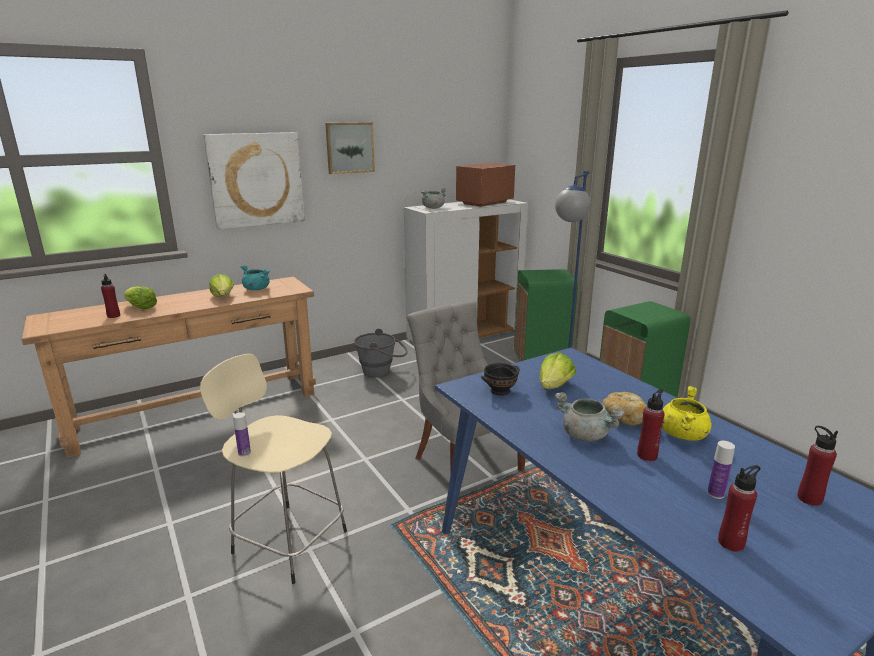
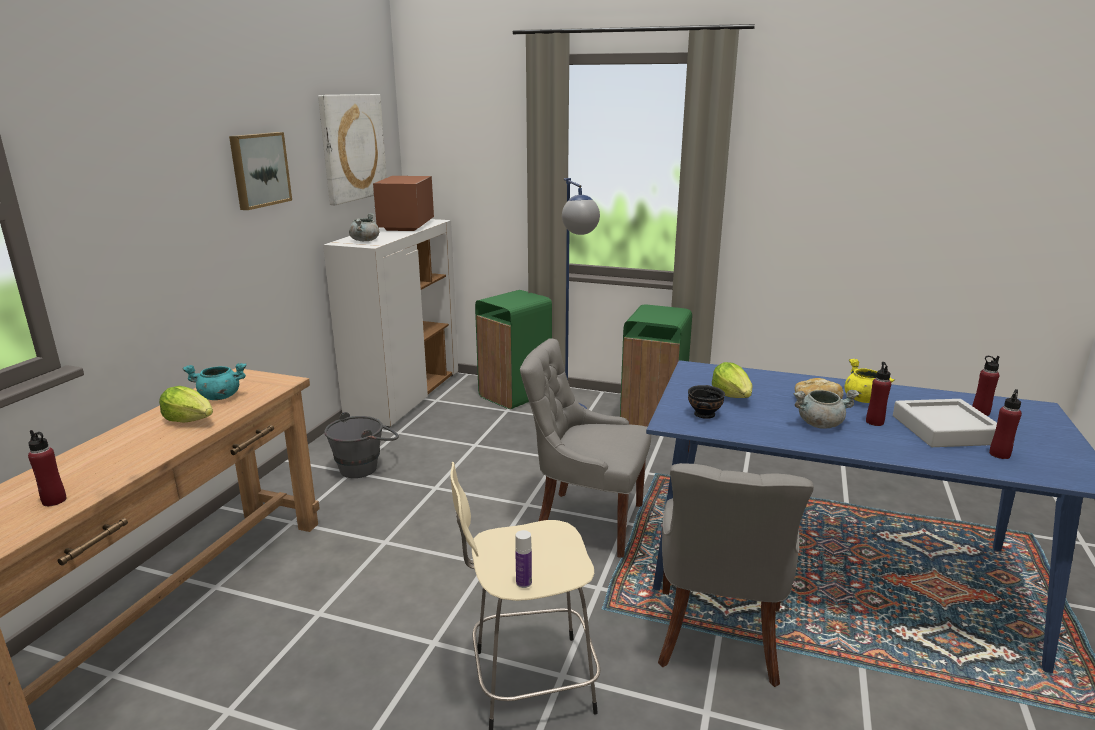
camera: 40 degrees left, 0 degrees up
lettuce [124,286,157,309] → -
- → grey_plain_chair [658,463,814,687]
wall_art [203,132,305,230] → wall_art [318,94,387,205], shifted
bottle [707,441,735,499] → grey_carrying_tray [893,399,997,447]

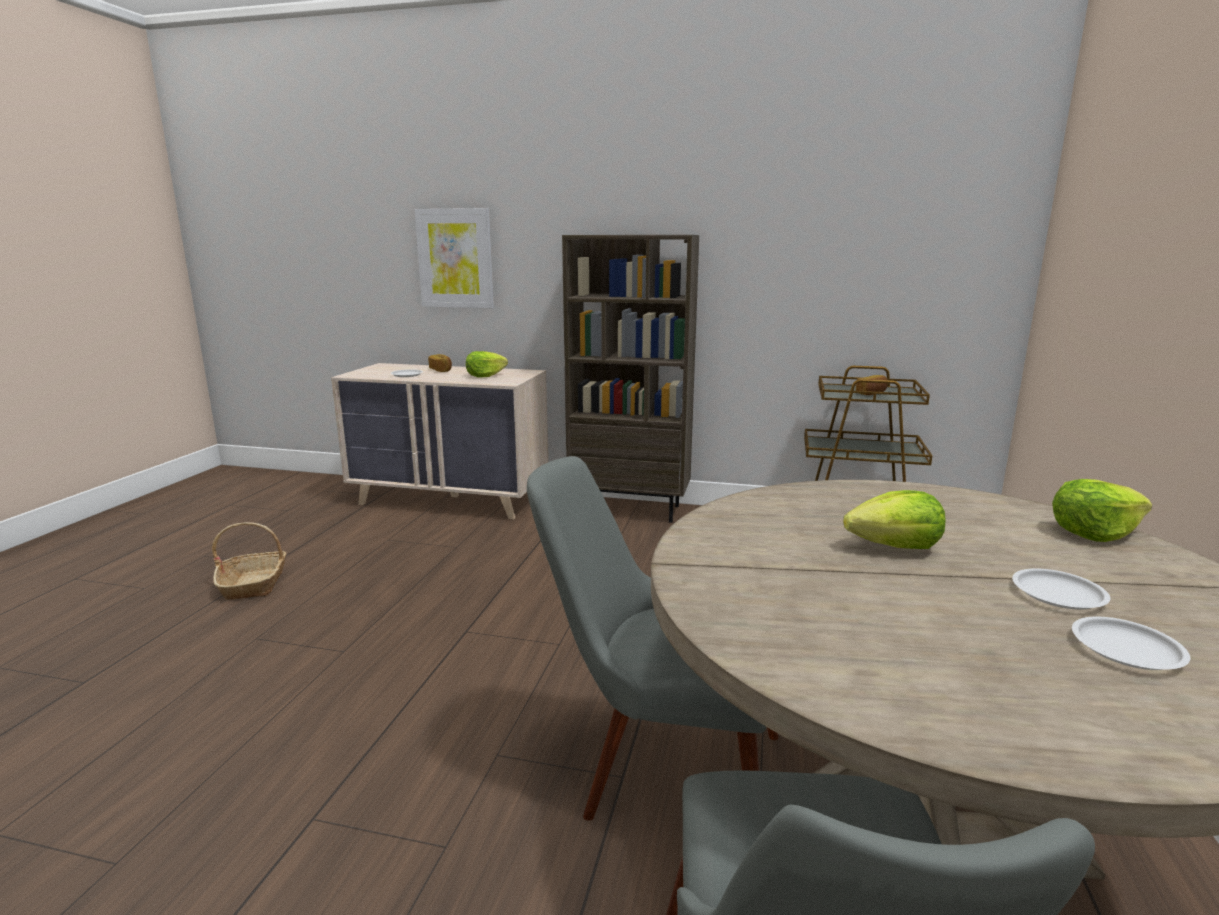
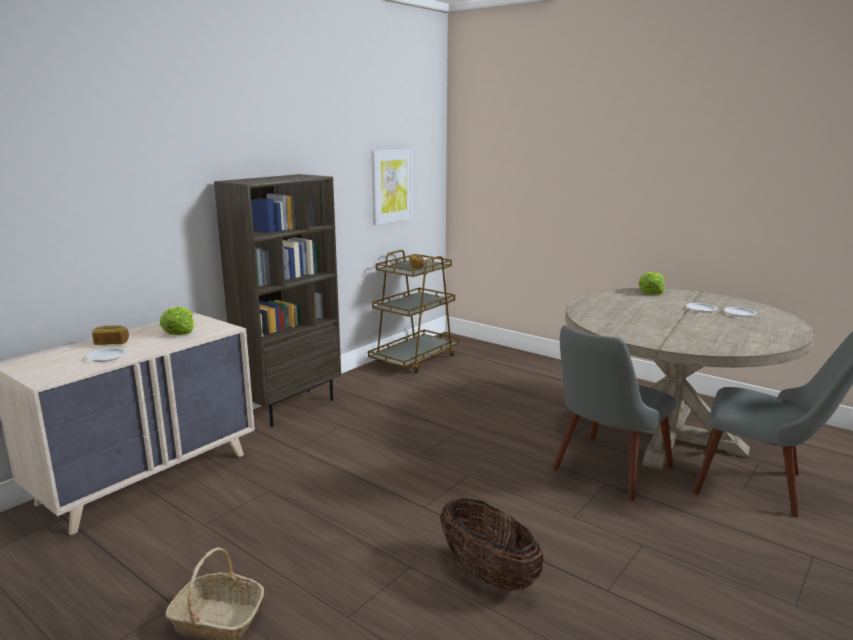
camera: 65 degrees left, 0 degrees up
lettuce [843,490,945,549] → -
- → household_basket [440,498,544,591]
wall_art [414,208,494,308] → wall_art [371,149,413,225], shifted

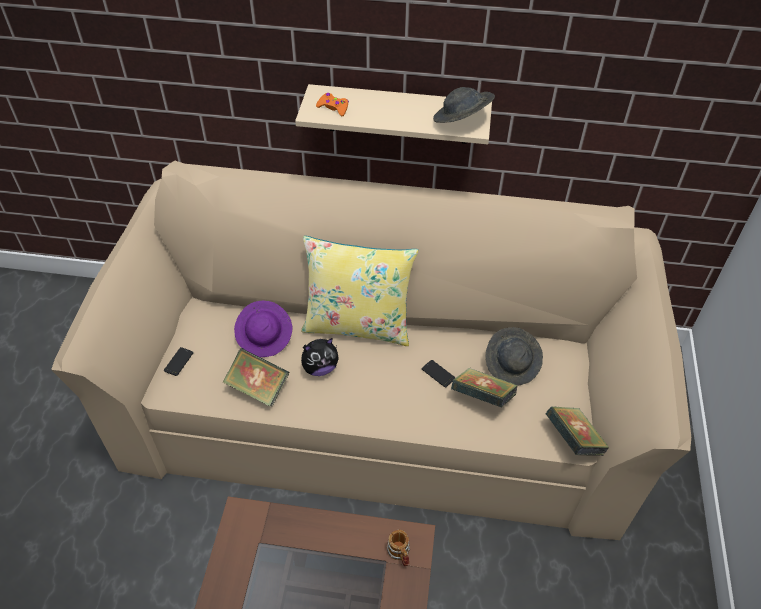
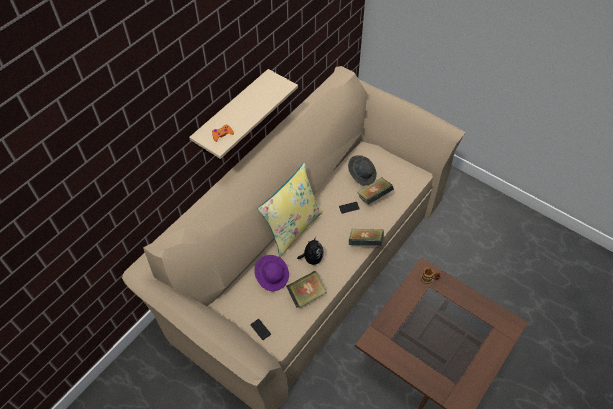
camera: 60 degrees left, 5 degrees up
grey_hat [433,87,495,123] → -
bound_book [546,406,609,456] → bound_book [349,229,384,246], shifted

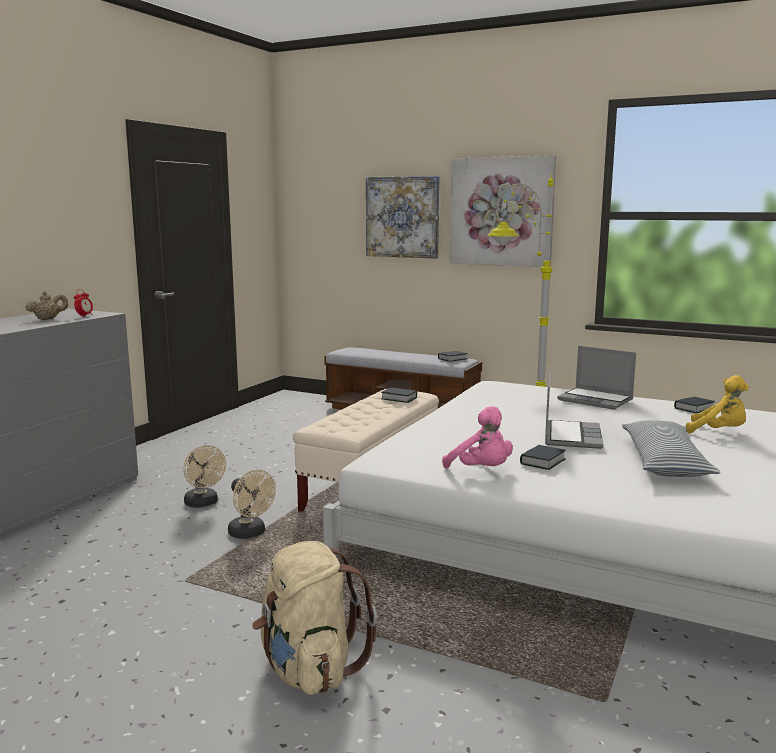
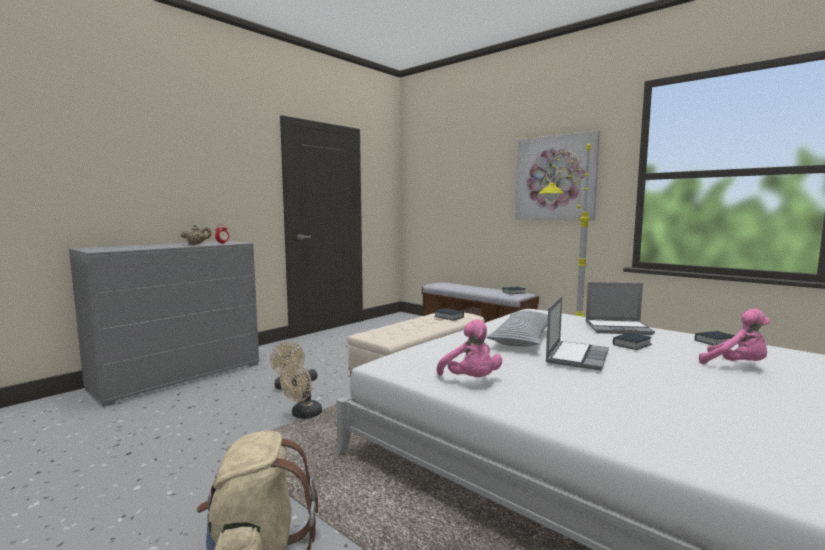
camera: 15 degrees right, 5 degrees down
wall_art [366,176,440,259] → -
bound_book [520,445,566,470] → bound_book [613,333,652,350], shifted
cushion [622,420,721,477] → cushion [486,311,548,347], shifted
yellow_cuddly_toy [686,375,749,433] → pinkish_cuddly_toy [699,308,770,364]
beige_electric_fan [228,470,276,539] → beige_electric_fan [280,363,322,419], 60 degrees clockwise
laptop [557,346,636,410] → laptop [586,282,655,335], 45 degrees counterclockwise

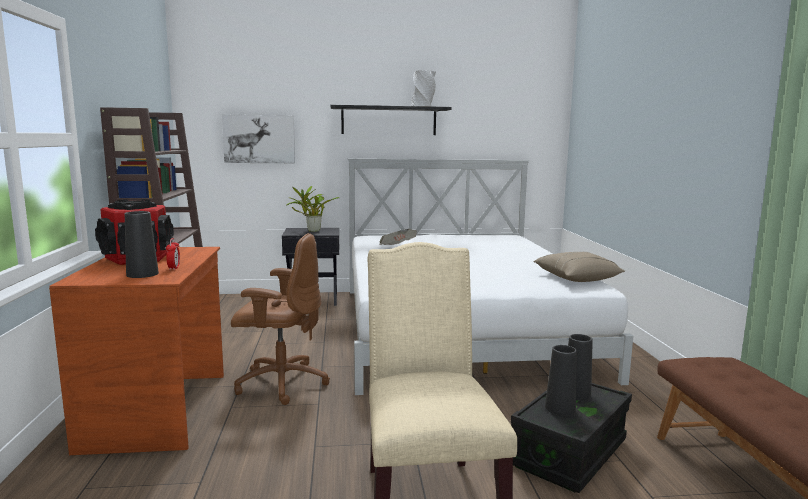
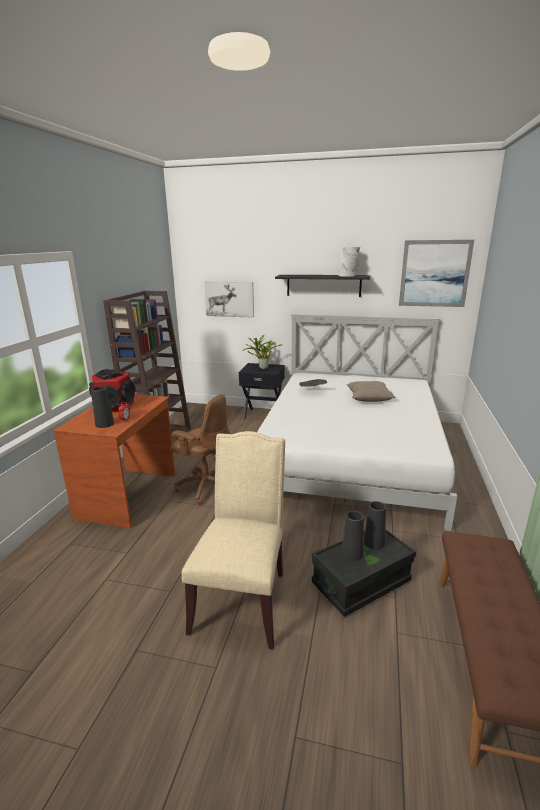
camera: 20 degrees right, 10 degrees up
- → wall_art [399,240,474,307]
beige_cushion [533,252,625,282] → beige_cushion [347,381,396,402], shifted

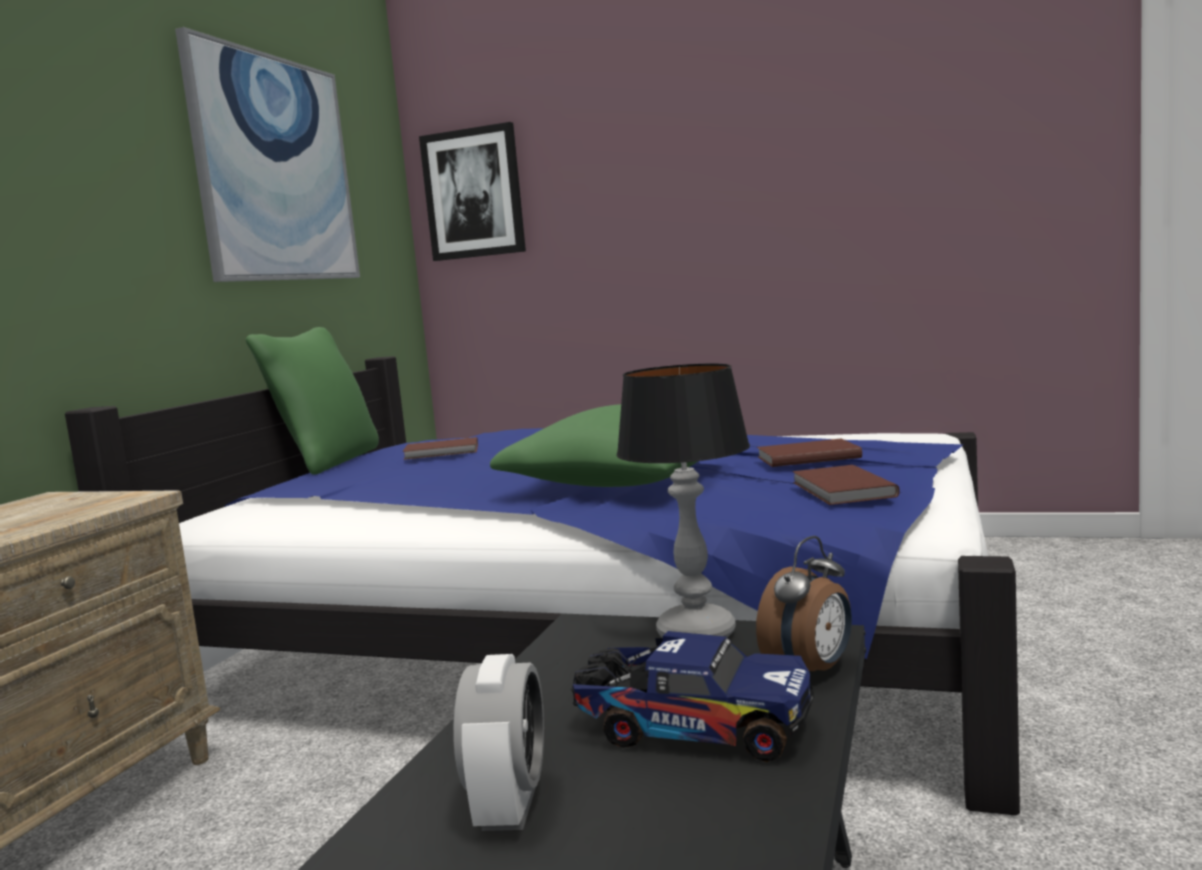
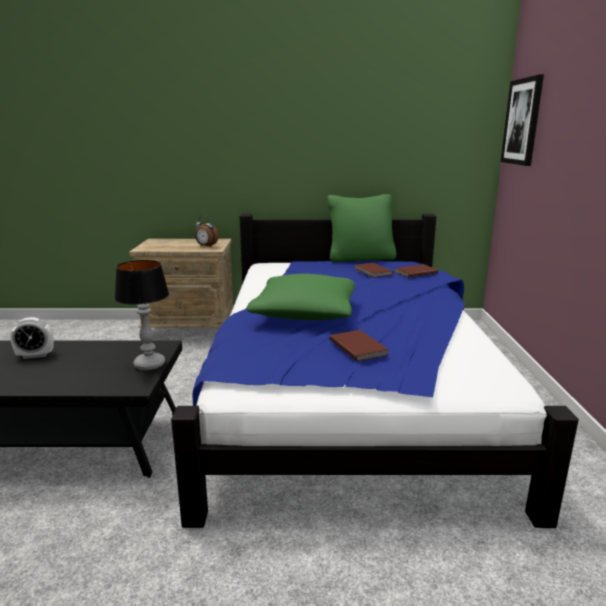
camera: 70 degrees right, 10 degrees up
wall_art [175,27,360,282] → -
model_truck [570,631,814,762] → -
bedside_clock [756,536,852,671] → bedside_clock [195,216,219,247], shifted
brown-coloured_bound_book [792,465,900,505] → brown-coloured_bound_book [395,264,438,278], shifted

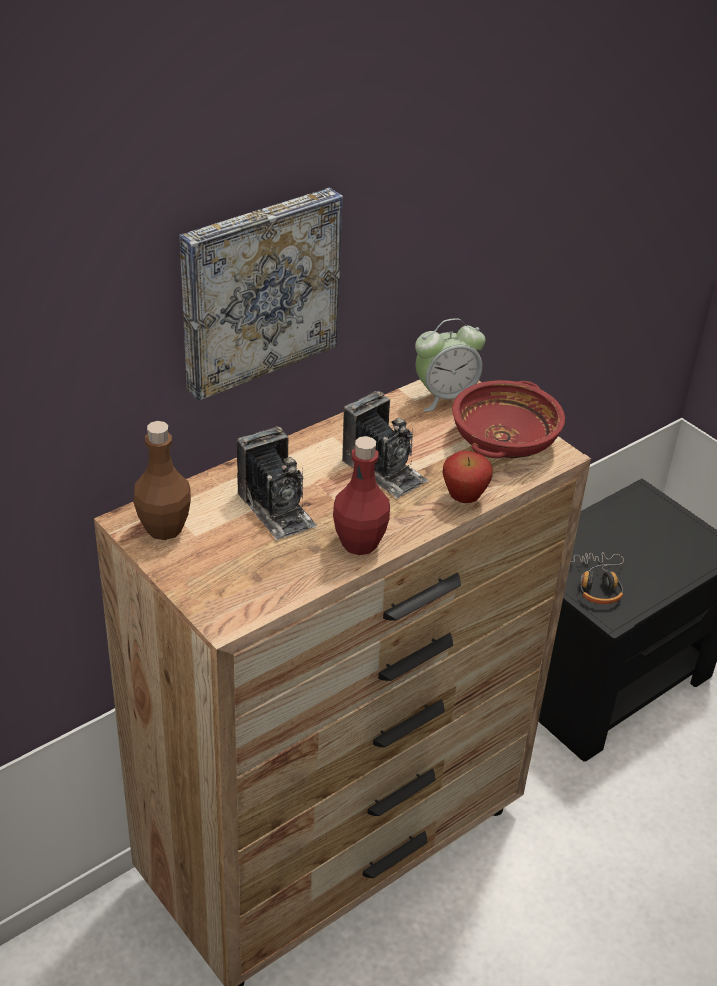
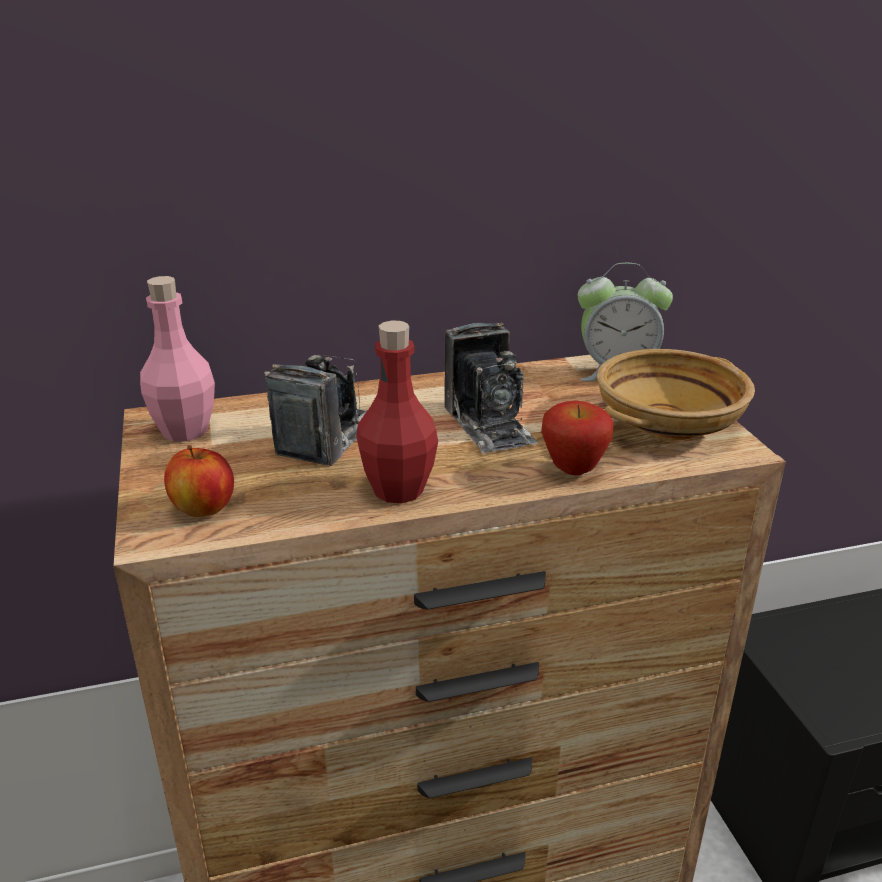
camera: 25 degrees right, 10 degrees down
wall_art [179,187,343,401] → -
headset [570,552,624,604] → -
- → apple [164,445,234,517]
brown-coloured_bottle [134,421,191,540] → pinkish_bottle [140,276,215,441]
red_deep_dish [452,380,565,458] → beige_deep_dish [597,349,755,440]
photo_camera [237,426,317,541] → photo_camera [264,354,368,466], 150 degrees counterclockwise

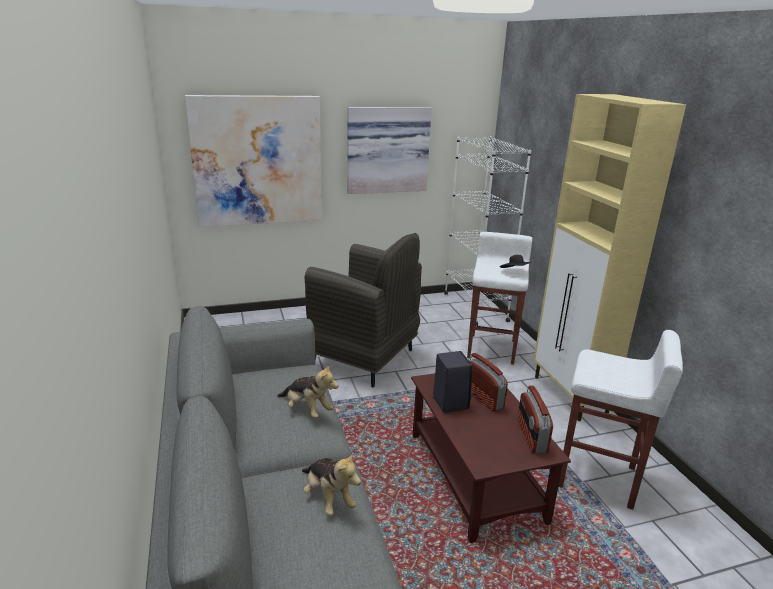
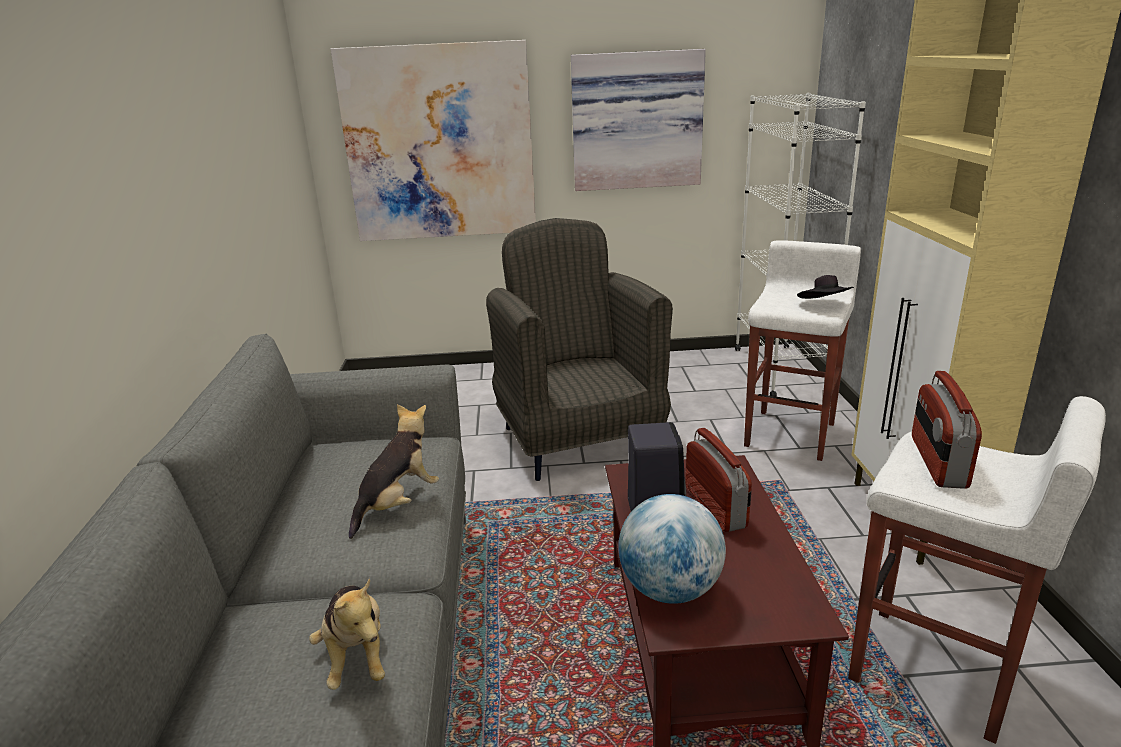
camera: 15 degrees right, 0 degrees up
- → globe [618,494,726,604]
radio_receiver [517,386,553,454] → radio_receiver [912,371,982,489], shifted
cuddly_toy [277,364,339,418] → cuddly_toy [349,404,439,539], 105 degrees counterclockwise
grey_easy_chair [305,233,422,387] → grey_easy_chair [486,218,673,481], 150 degrees counterclockwise

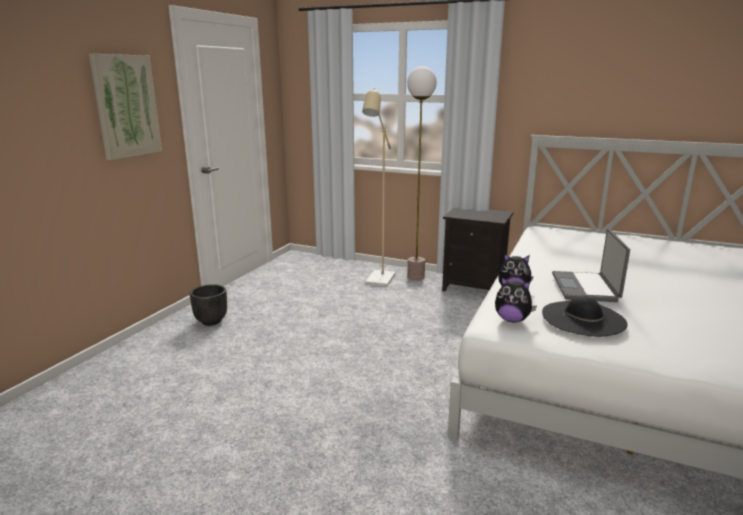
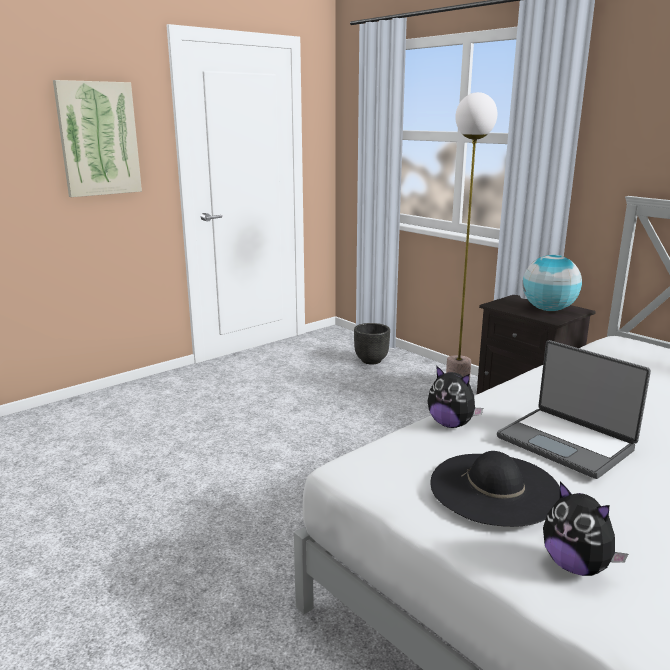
camera: 25 degrees right, 0 degrees up
beige_floor_lamp [362,88,395,287] → -
- → globe [523,255,582,311]
blackish_plant_pot [190,284,227,326] → blackish_plant_pot [354,323,390,364], shifted
cuddly_toy [495,277,537,323] → cuddly_toy [543,481,628,576], shifted
laptop [552,229,630,302] → laptop [497,340,651,479], 75 degrees counterclockwise

